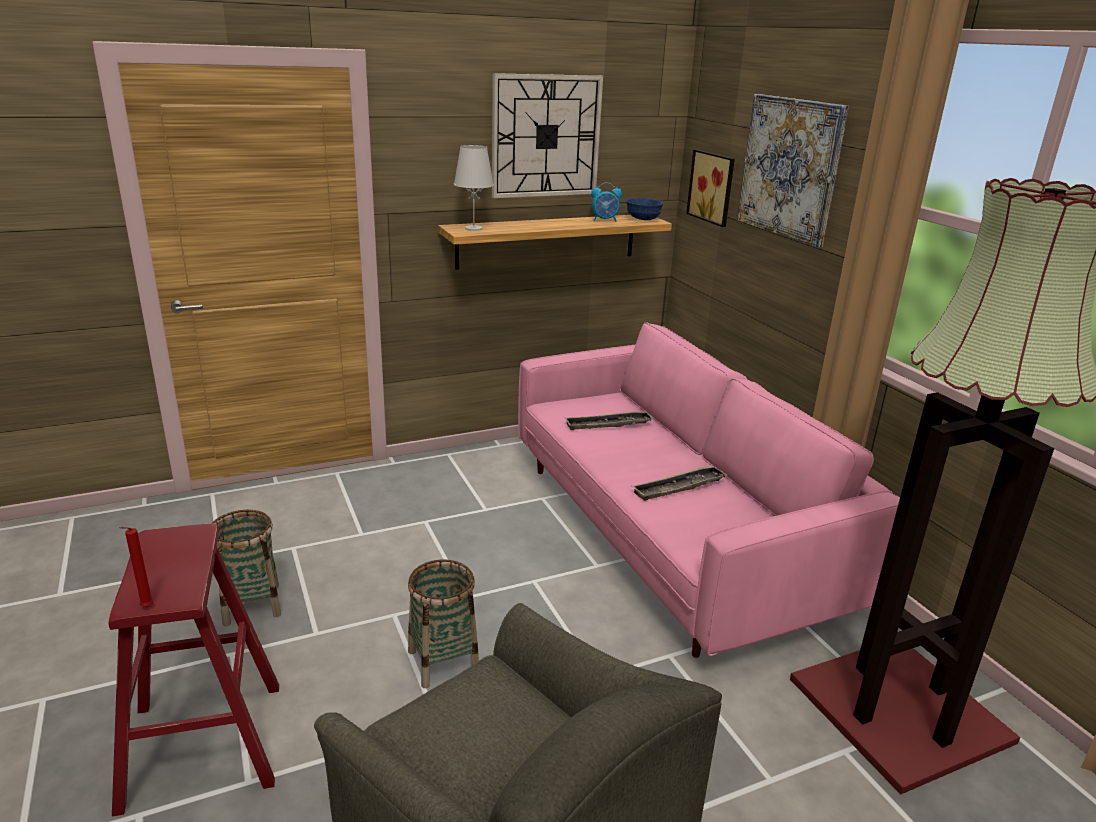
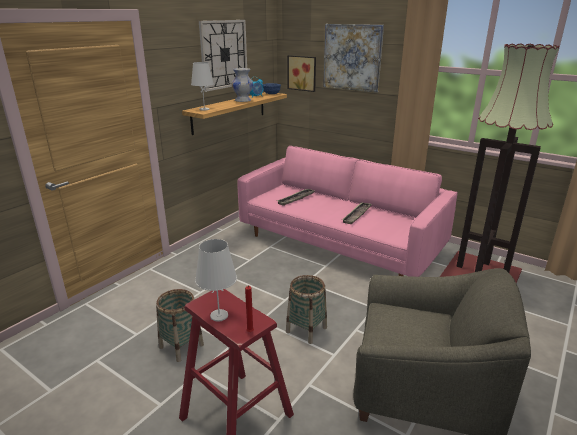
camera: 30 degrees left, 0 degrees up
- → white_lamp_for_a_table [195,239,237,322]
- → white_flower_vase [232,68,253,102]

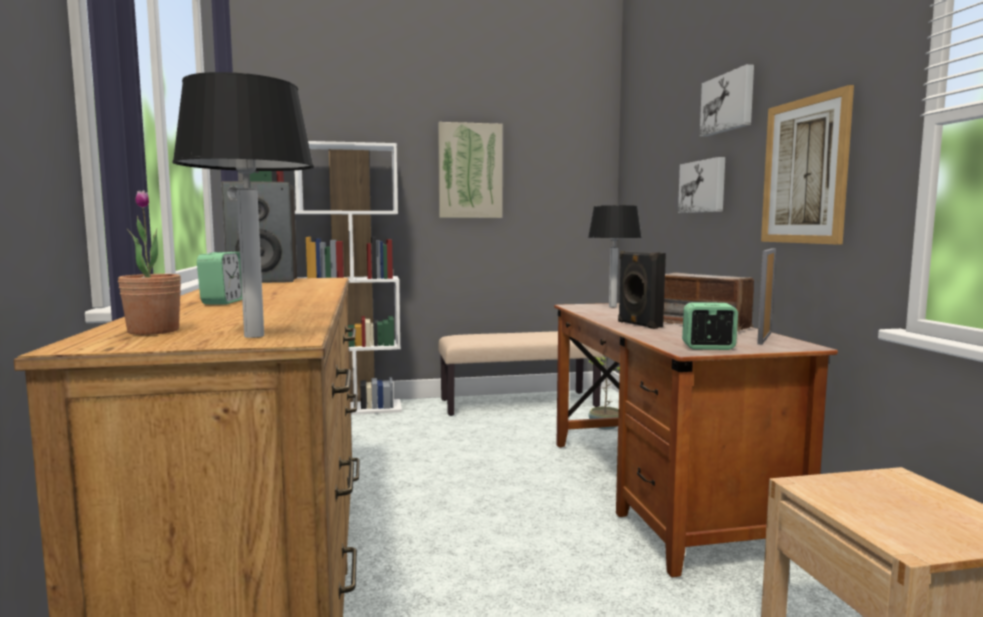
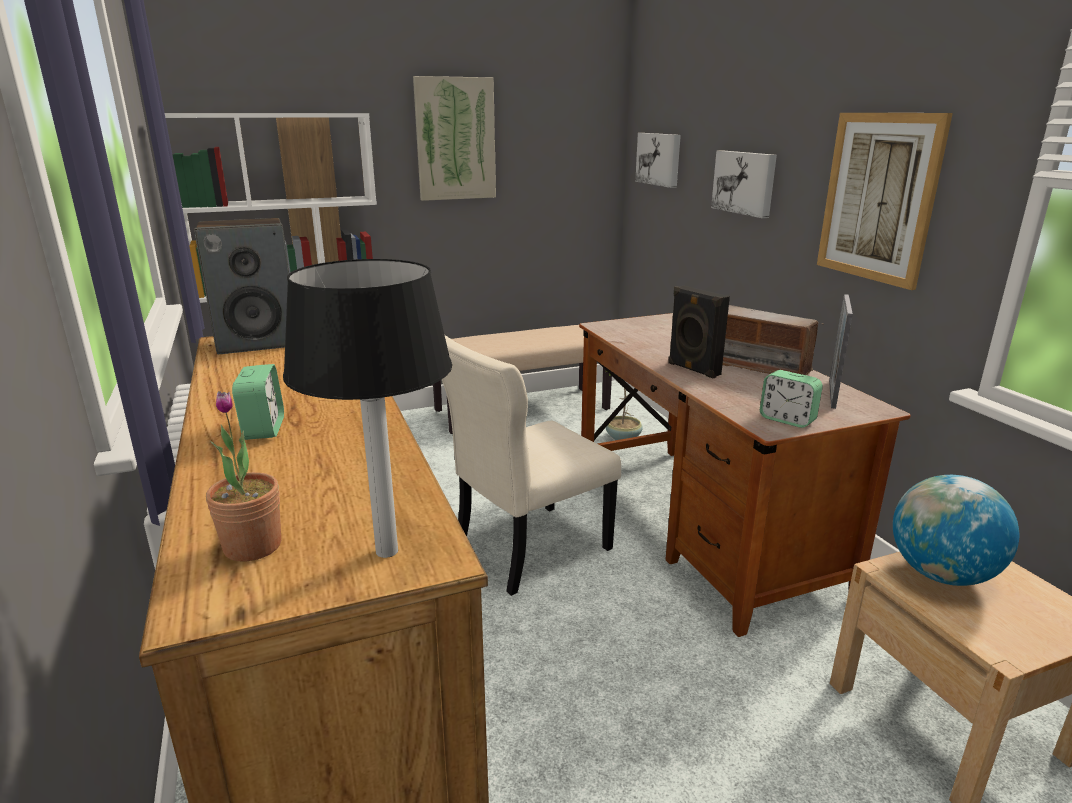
camera: 10 degrees left, 15 degrees up
lamp_for_a_table [588,205,642,308] → -
- → beige_plain_chair [442,335,621,596]
- → globe [893,475,1019,586]
wall_art [700,64,754,137] → wall_art [635,133,681,188], shifted
bedside_clock [682,302,738,350] → bedside_clock [760,370,823,428], 135 degrees counterclockwise

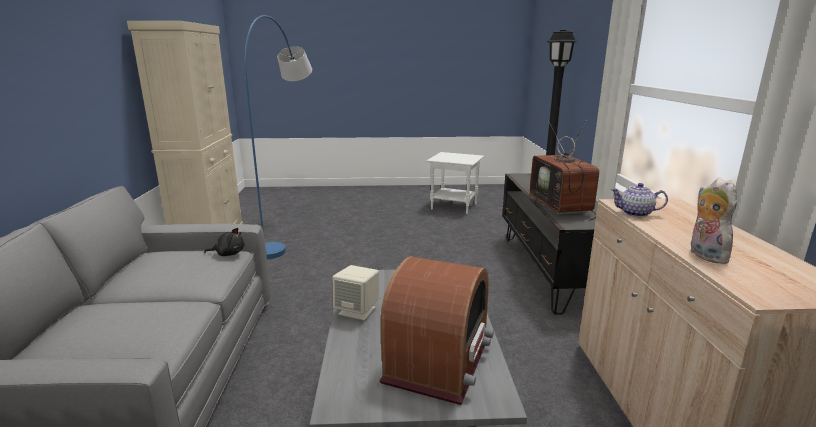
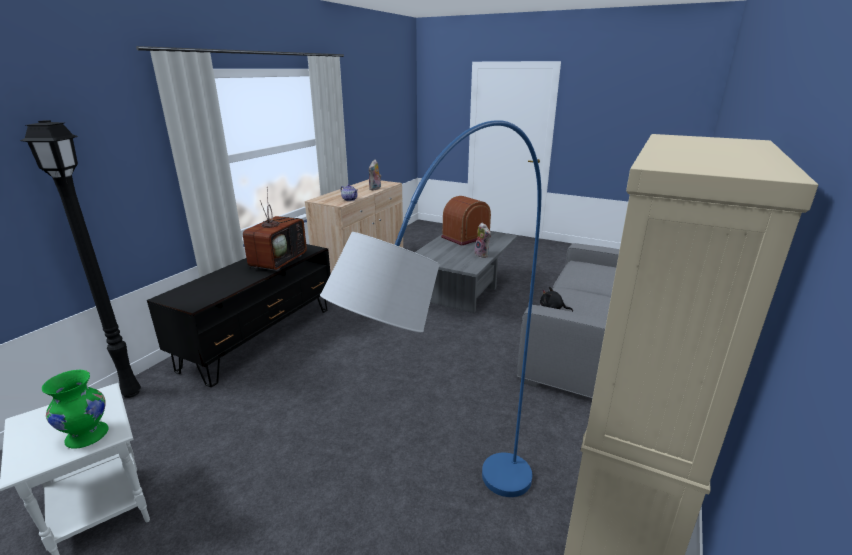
camera: 150 degrees left, 5 degrees up
- → greenish_flower_vase [42,370,108,449]
beige_speaker [333,265,379,320] → cuddly_toy [474,223,491,258]

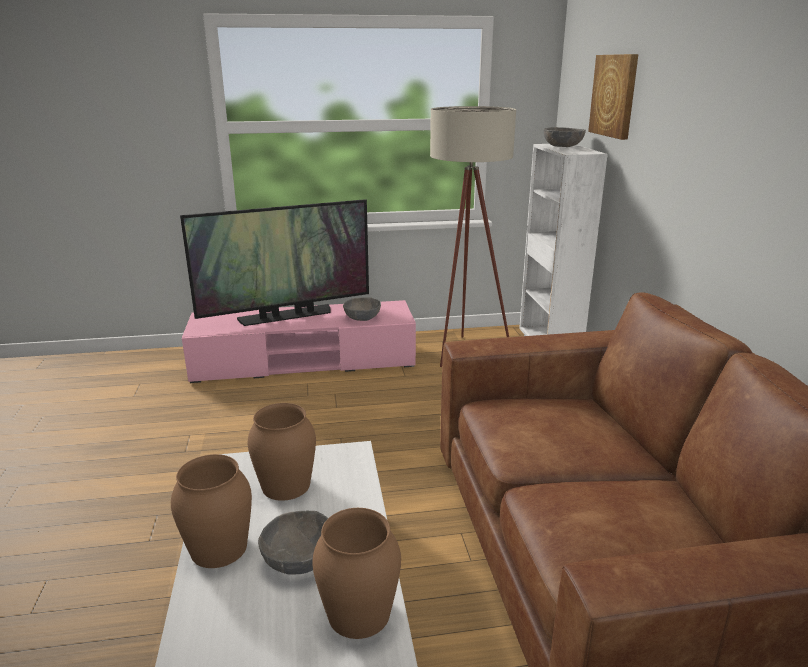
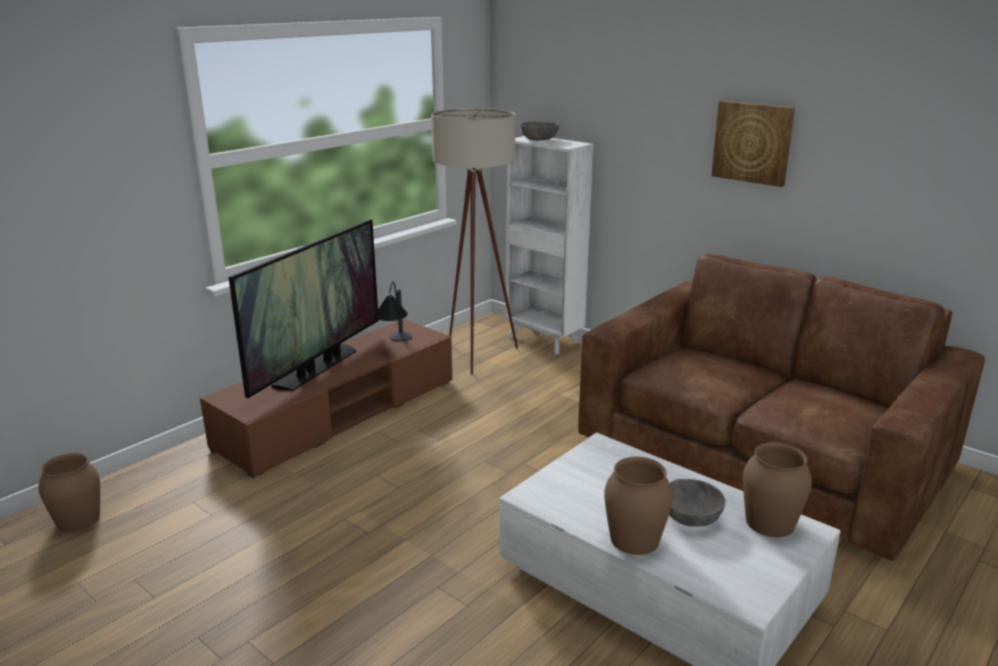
camera: 40 degrees left, 0 degrees up
brown-coloured_flower_vase [248,403,316,501] → brown-coloured_flower_vase [38,453,100,533], shifted
wall_art [588,54,638,140] → wall_art [711,101,795,187], shifted
grey_deep_dish [343,297,381,321] → lamp_for_a_table [375,281,412,342]
pinkish_tv_unit [182,300,416,383] → brown-coloured_tv_unit [200,319,452,478]

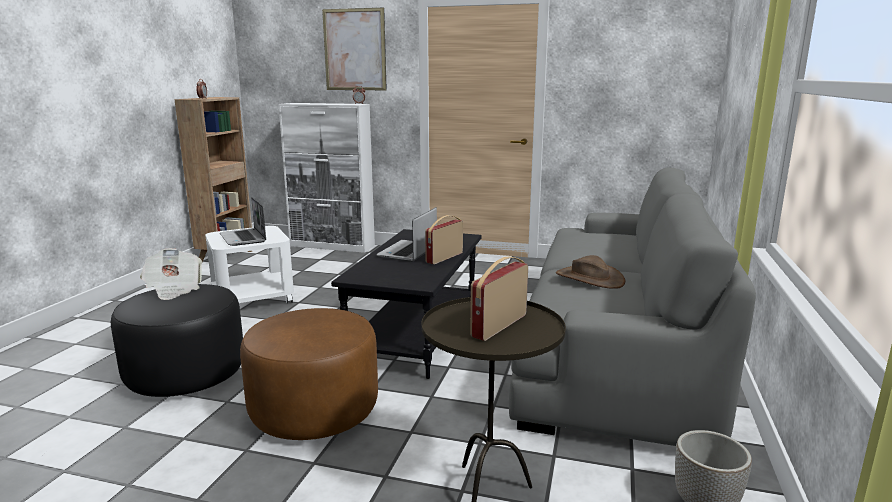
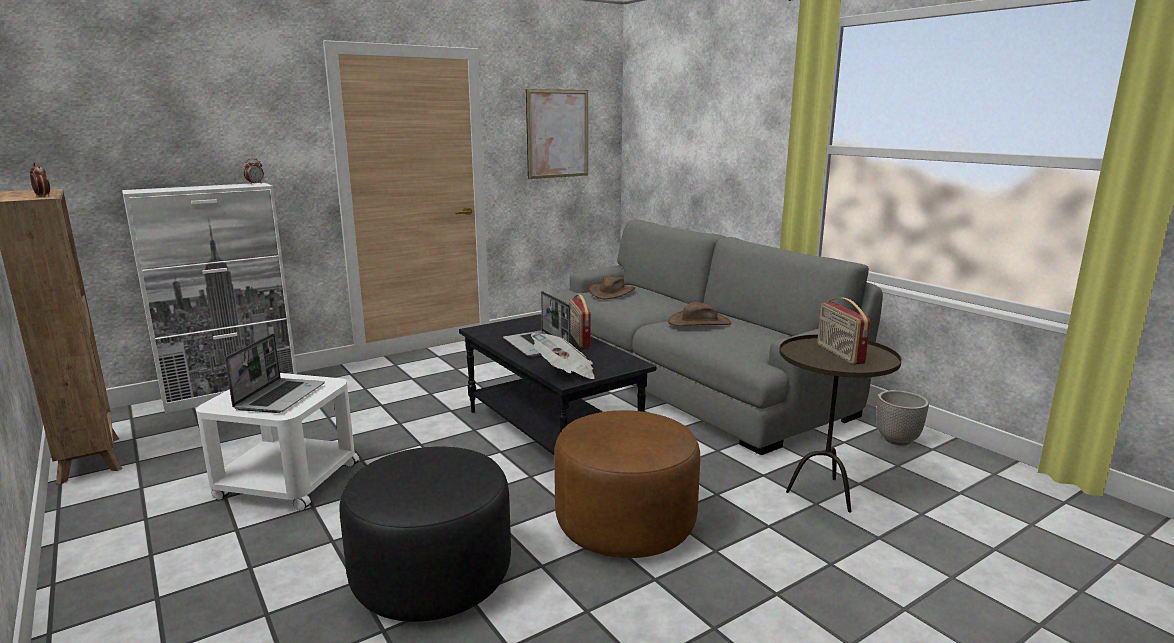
camera: 50 degrees left, 0 degrees up
- → brown-coloured_hat [589,276,635,299]
newspaper [140,248,202,300] → newspaper [531,333,595,379], shifted
wall_art [322,8,387,90] → wall_art [526,89,588,179], shifted
laptop [220,197,266,246] → laptop [225,333,325,413], 90 degrees counterclockwise

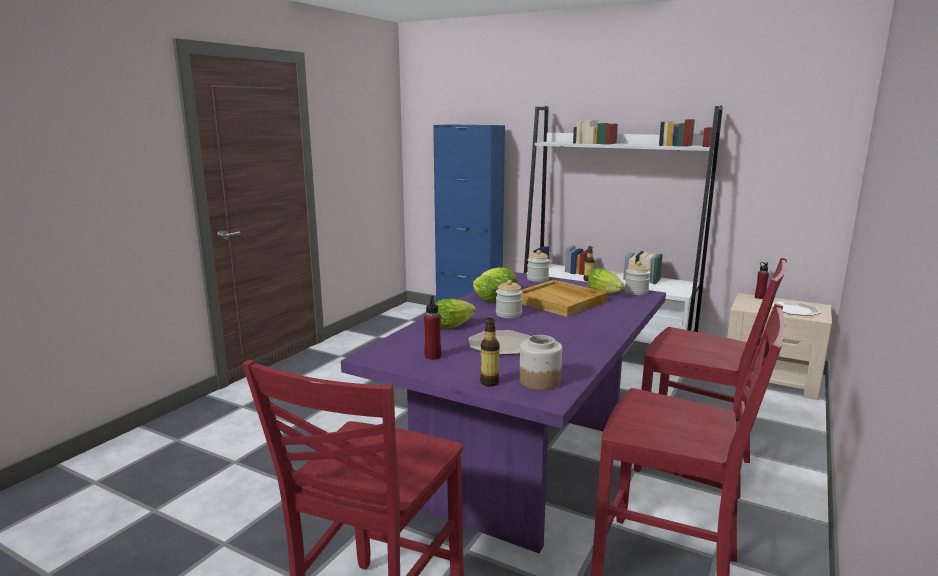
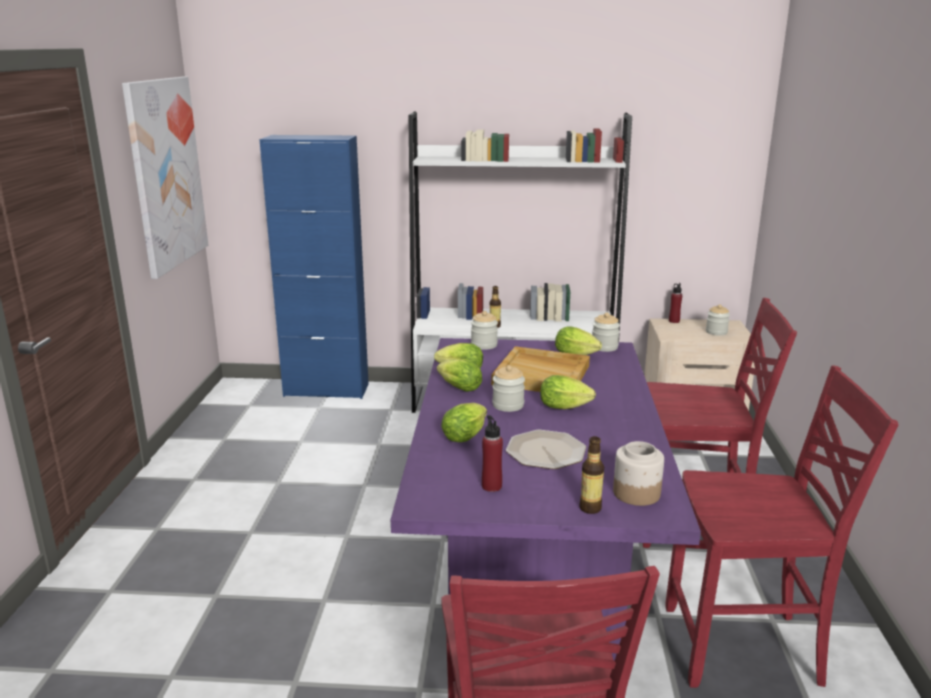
camera: 25 degrees left, 5 degrees up
- → wall_art [122,77,208,279]
- → lettuce [540,375,596,409]
plate [772,301,821,316] → storage_jar [706,304,730,336]

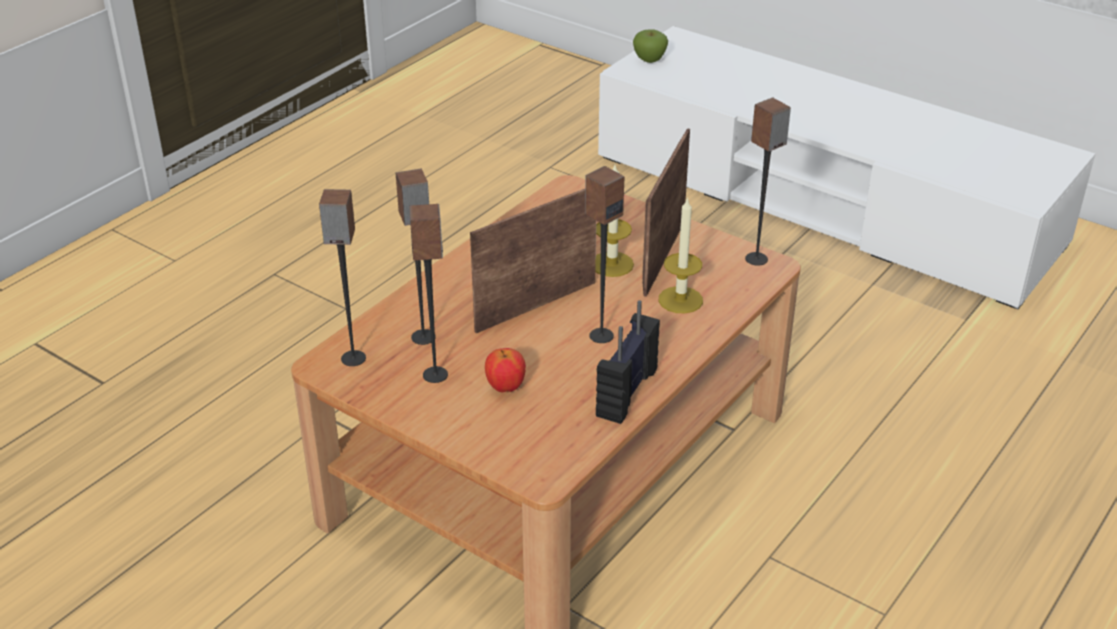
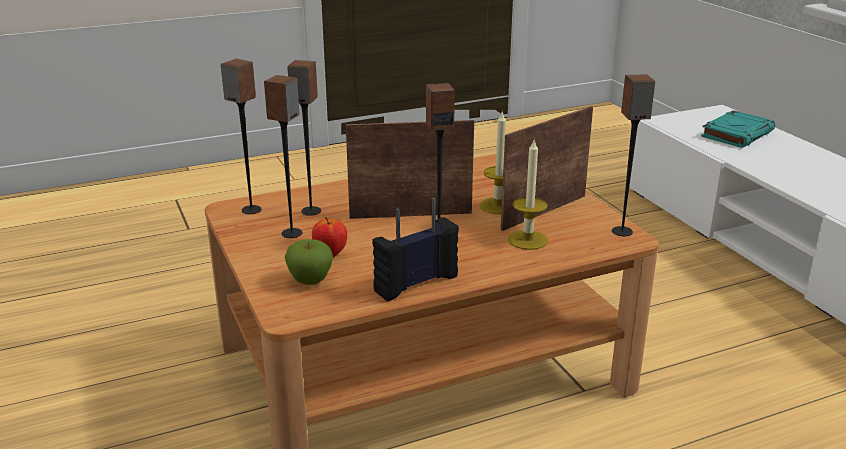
camera: 30 degrees right, 10 degrees down
- → turquoise_bound_book [701,110,775,148]
apple [633,29,668,63] → apple [285,239,333,285], shifted

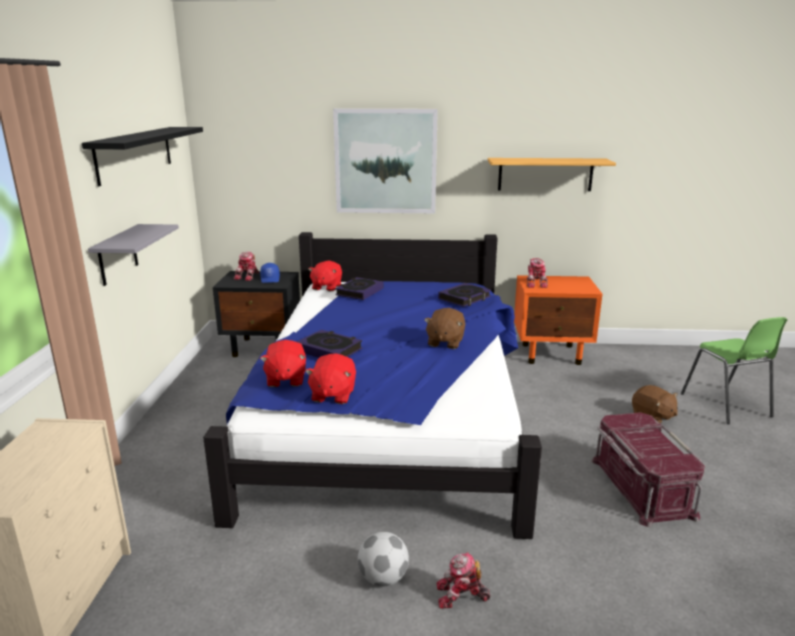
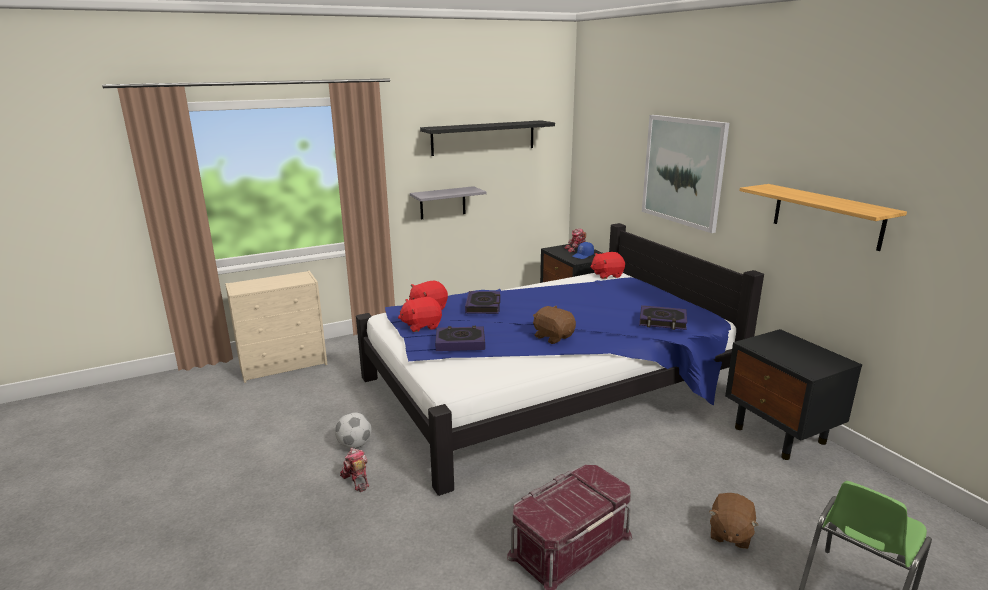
camera: 60 degrees right, 0 degrees up
robot_figure [527,258,548,288] → -
bound_book [335,277,384,300] → bound_book [435,326,485,351], shifted
orange_bedside_table [514,275,603,365] → blackish_bedside_table [725,329,862,460]
brown-coloured_cuddly_toy [424,308,465,349] → brown-coloured_cuddly_toy [533,305,576,344], 60 degrees clockwise

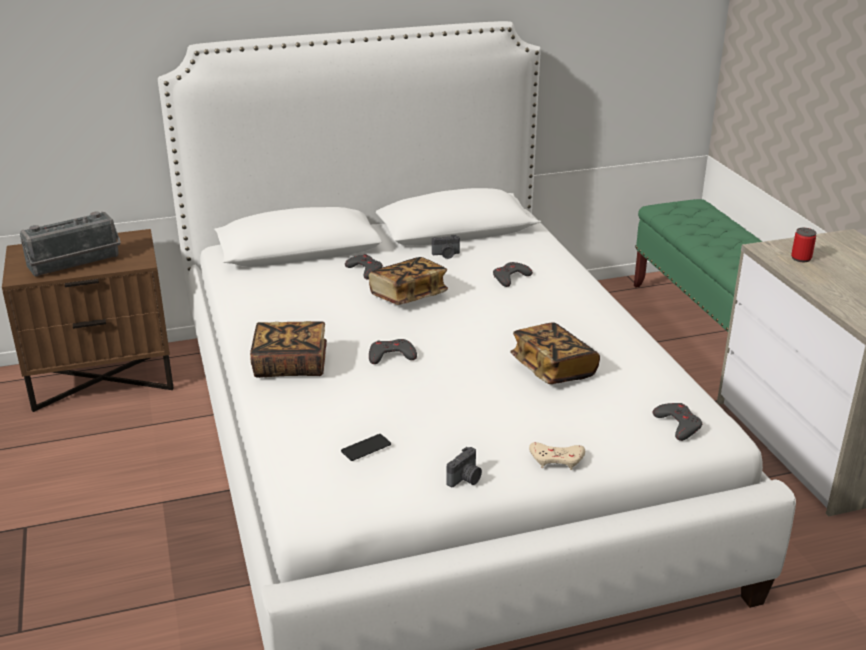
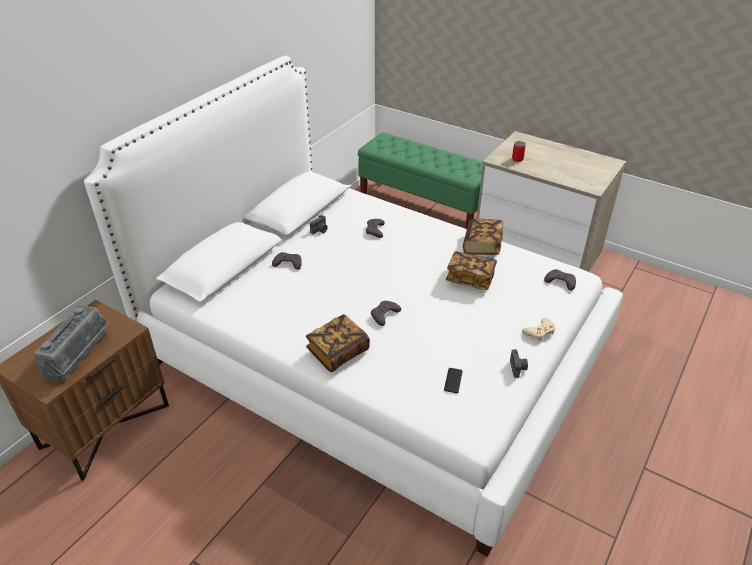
camera: 40 degrees left, 10 degrees up
bound_book [368,257,448,305] → bound_book [463,219,503,255], shifted

